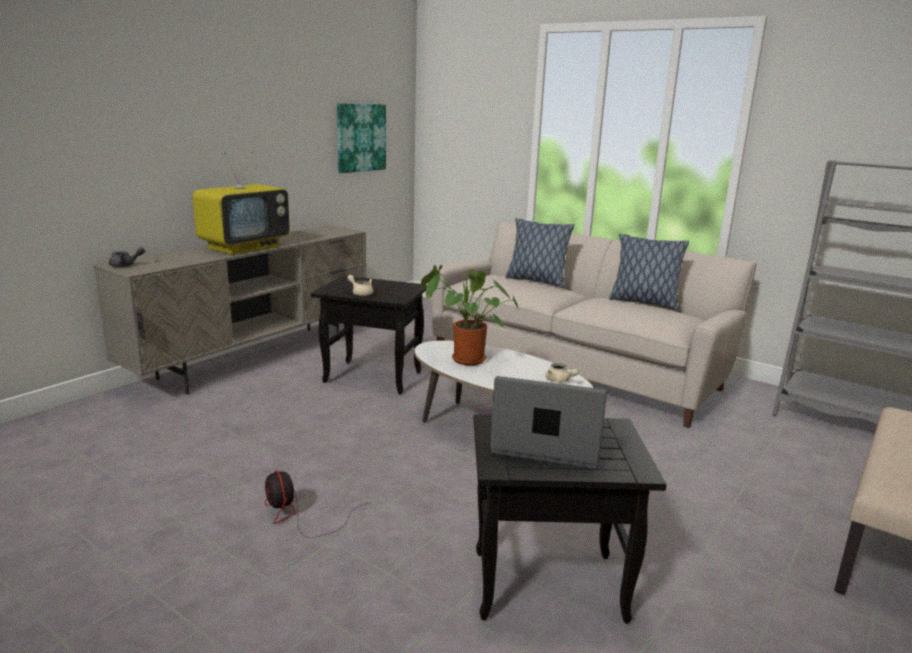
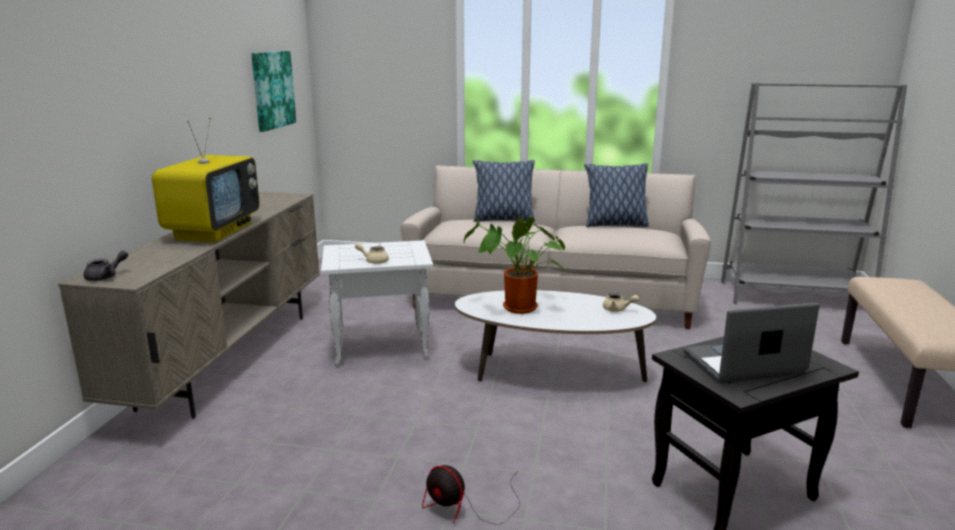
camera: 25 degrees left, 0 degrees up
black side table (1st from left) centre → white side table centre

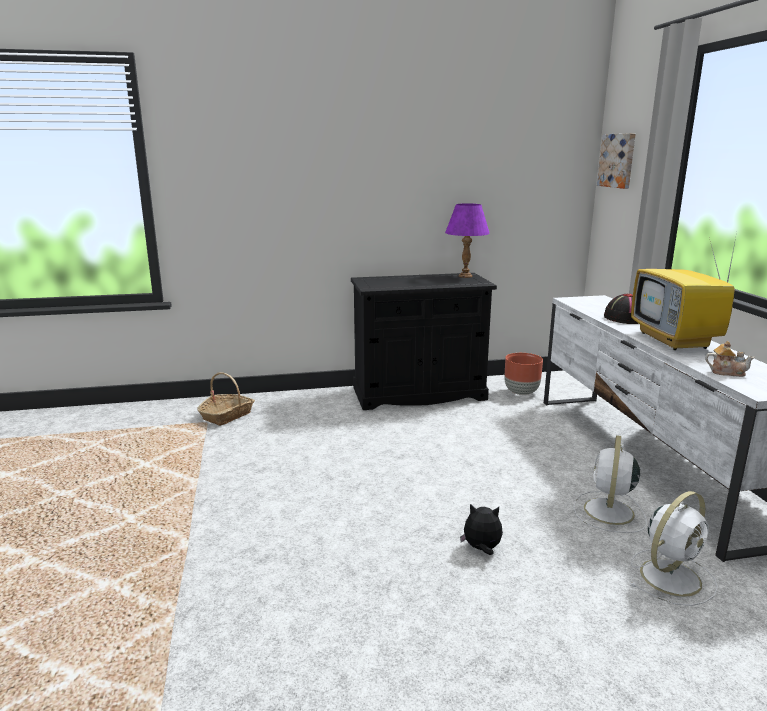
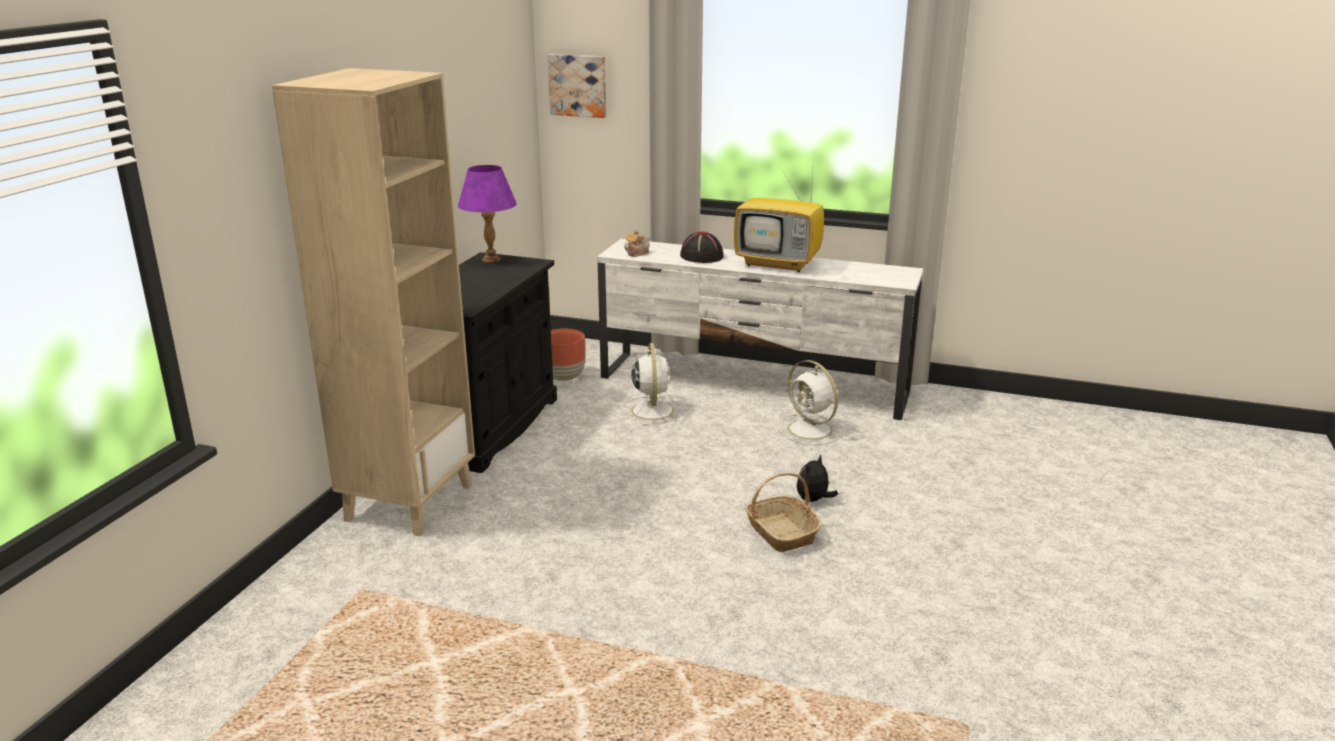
camera: 60 degrees left, 5 degrees up
- → beige bookcase middle left
basket middle left → basket bottom centre, move
white fan (2nd from left in the first image) bottom right → white fan (1st from left) centre, move
teapot middle right → teapot top centre, move

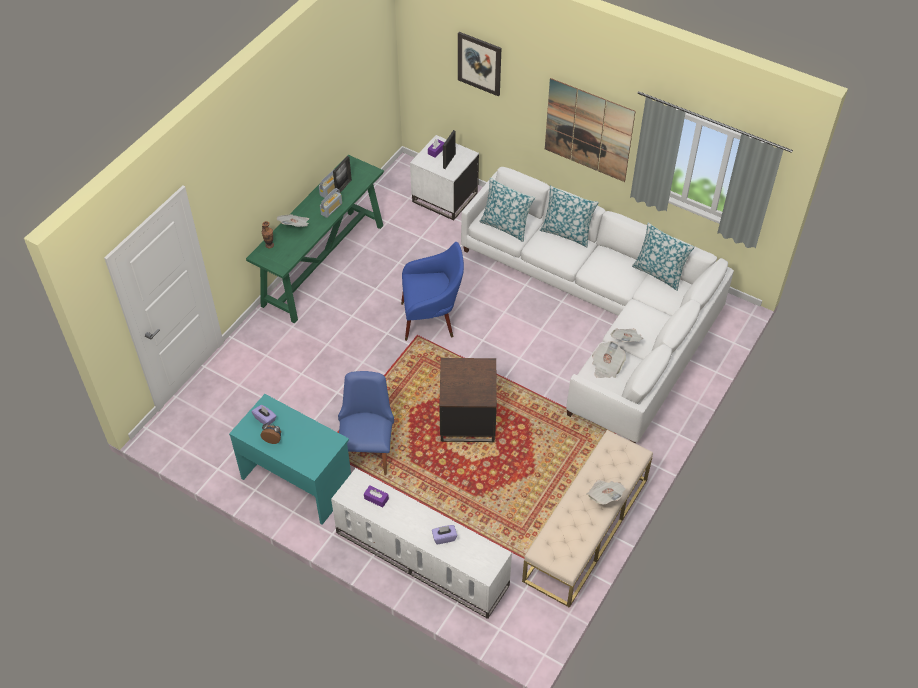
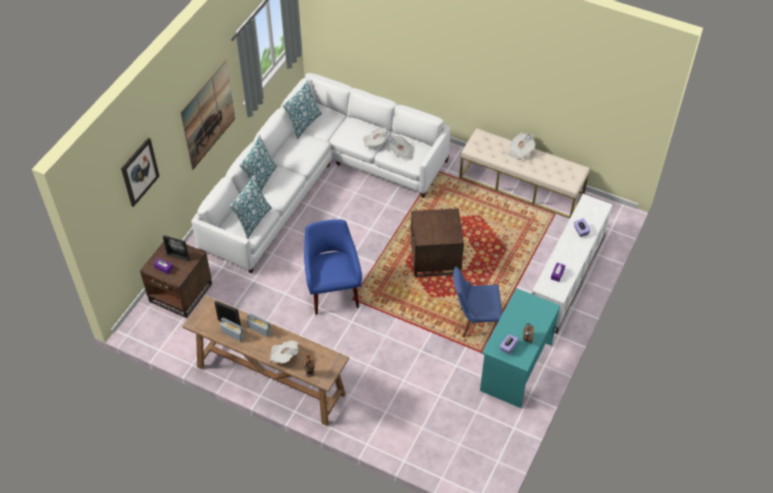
camera: 95 degrees left, 0 degrees up
green console table centre → brown console table bottom centre
white side table top centre → brown side table (1st from left) middle left

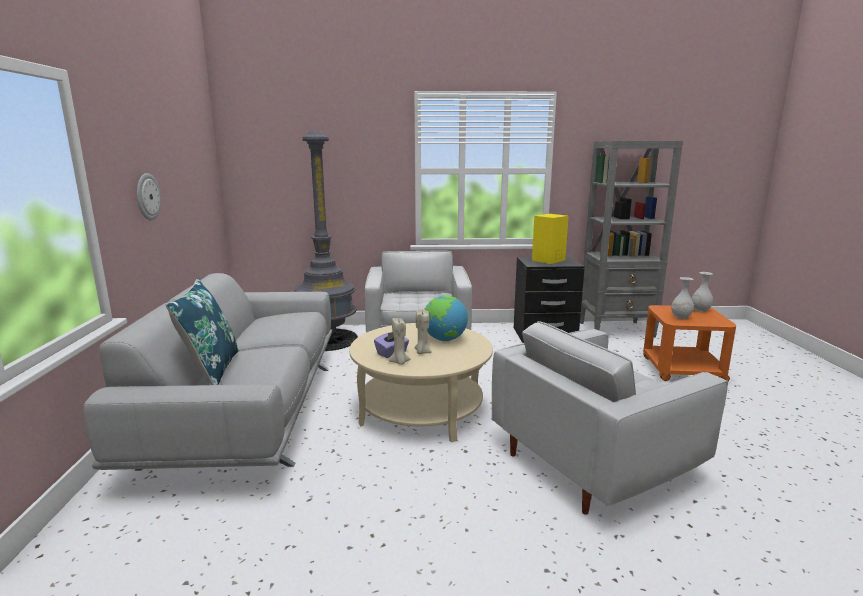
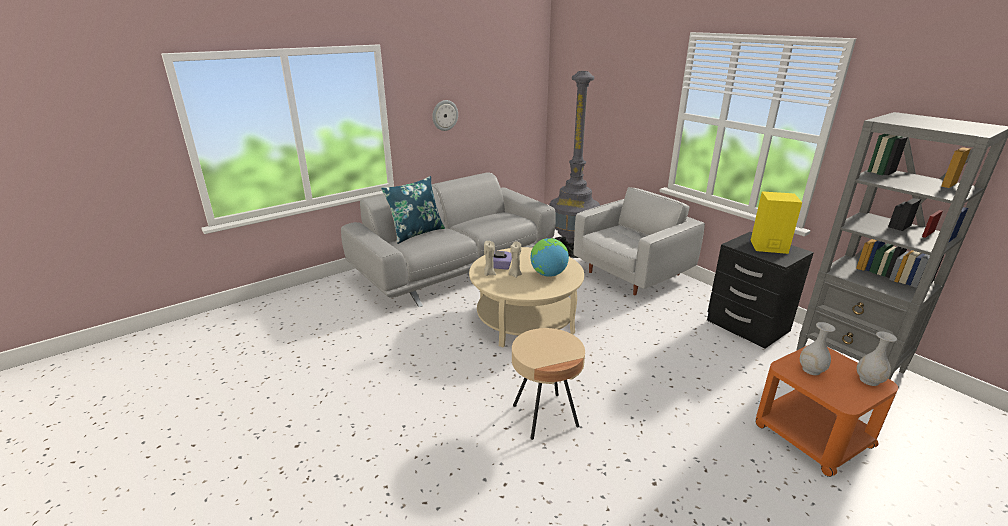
camera: 55 degrees right, 10 degrees up
white armchair (2nd from left) bottom right → beige side table bottom centre

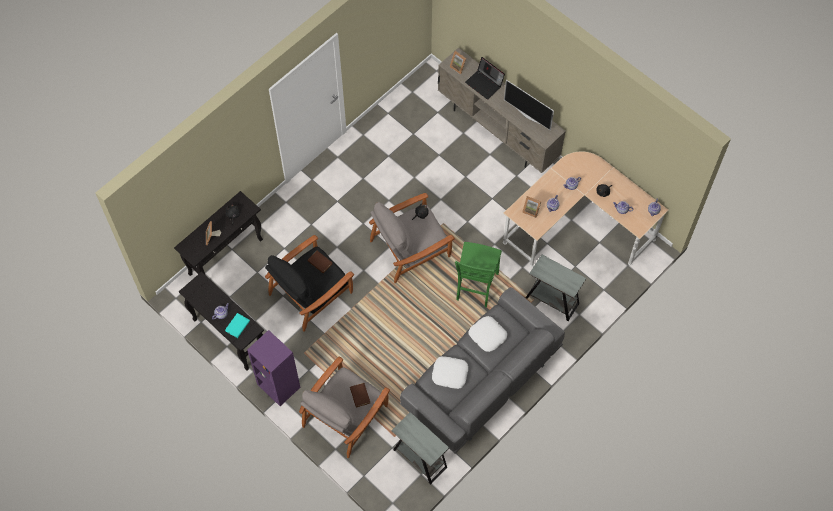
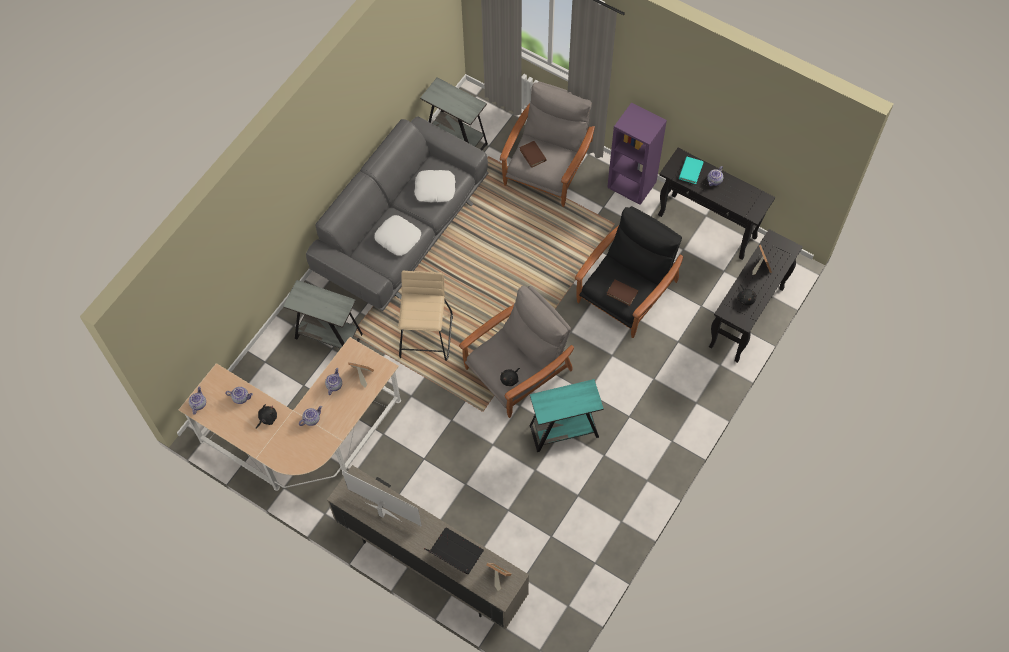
camera: 170 degrees right, 0 degrees up
- → turquoise side table centre
green chair centre → beige stool centre

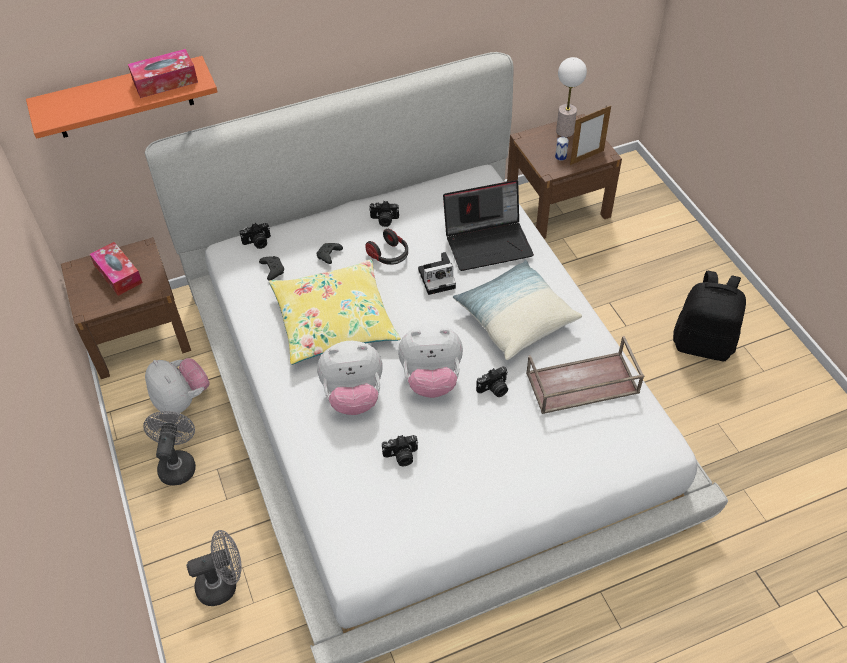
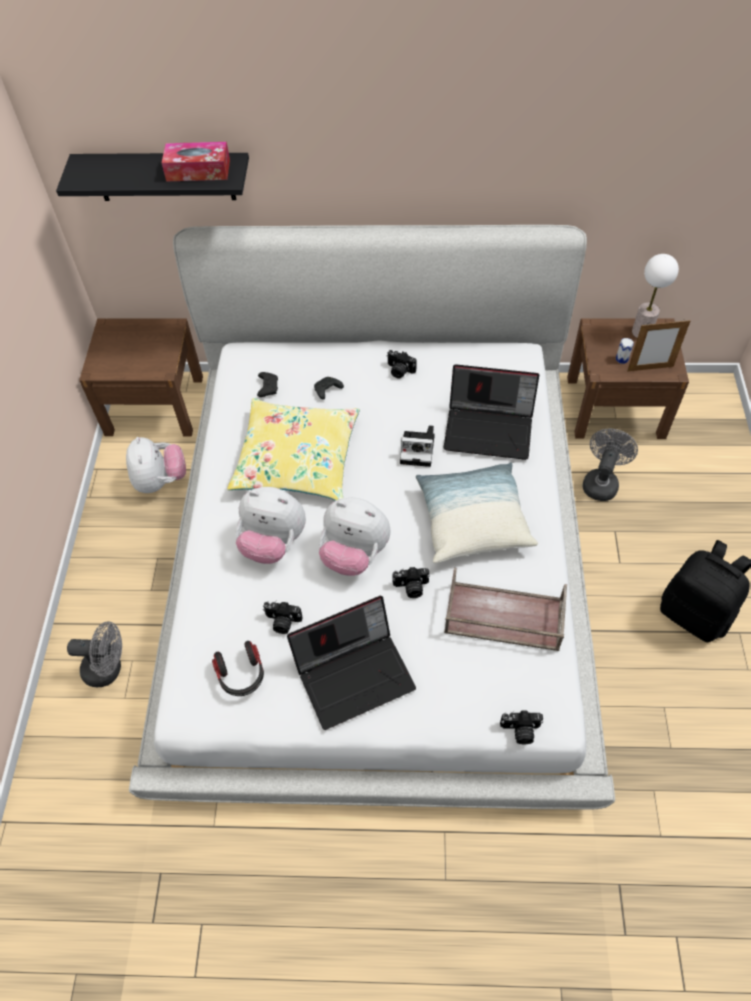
camera: 25 degrees right, 5 degrees up
tissue box (1st from left) middle left → -
- → laptop (1st from left) centre
grey fan (1st from left in the first image) bottom left → grey fan (2nd from left) middle right, move
photo camera (1st from left in the first image) middle left → photo camera (5th from left) bottom right, move
headphones centre → headphones bottom left, move
orange shelf top left → black shelf top left

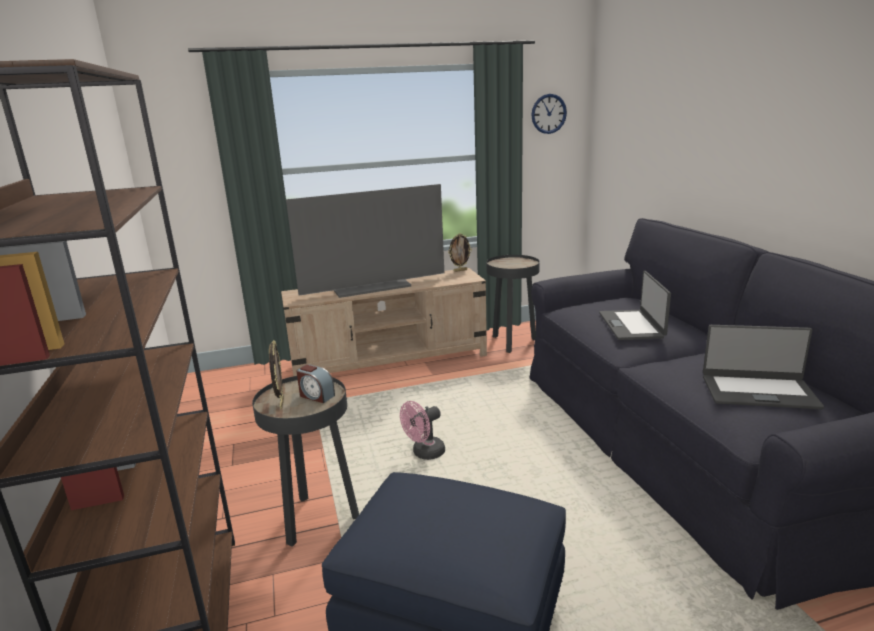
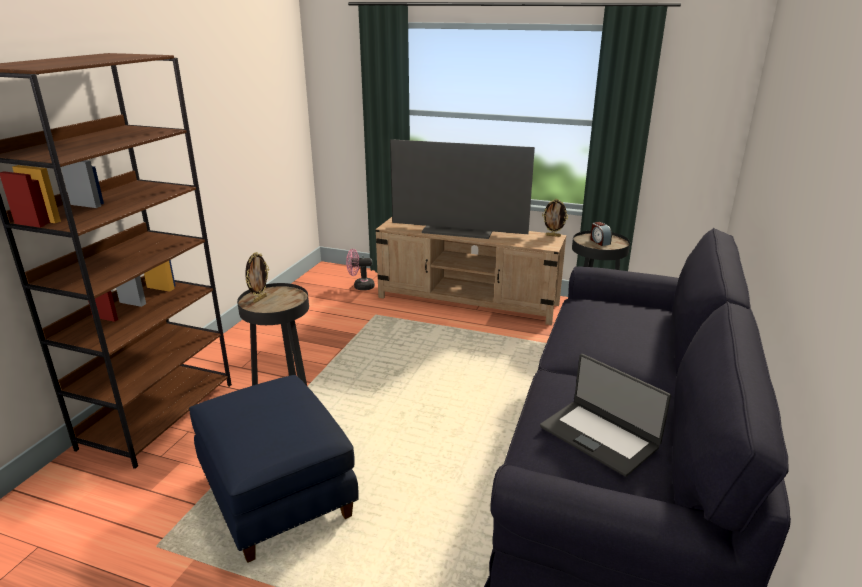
camera: 35 degrees right, 5 degrees up
wall clock top centre → -
laptop (1st from left) middle right → -
alarm clock centre → alarm clock middle right, move
pink fan bottom centre → pink fan centre, move

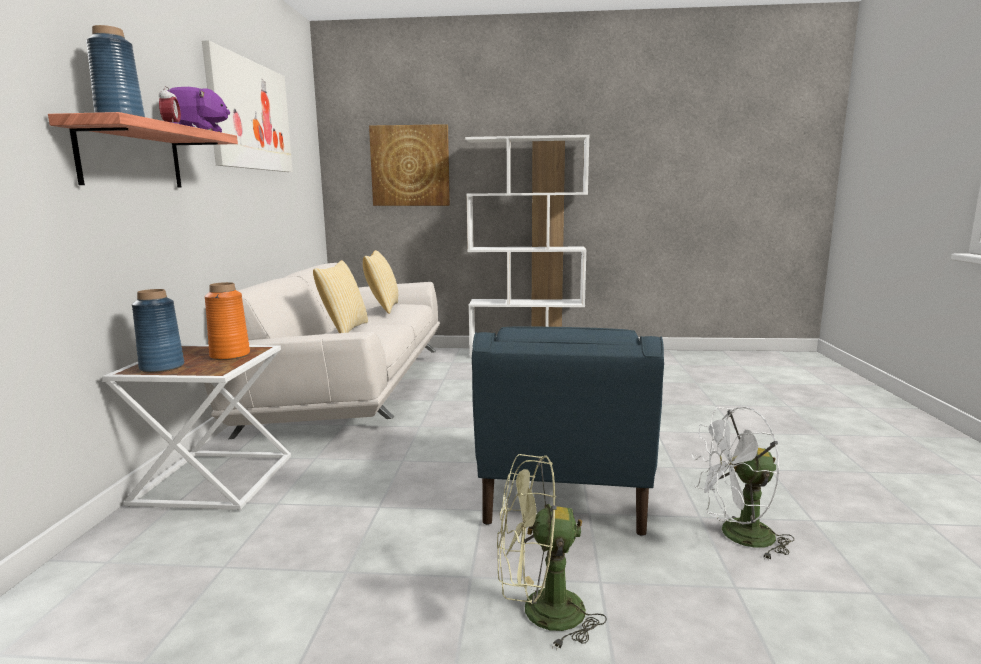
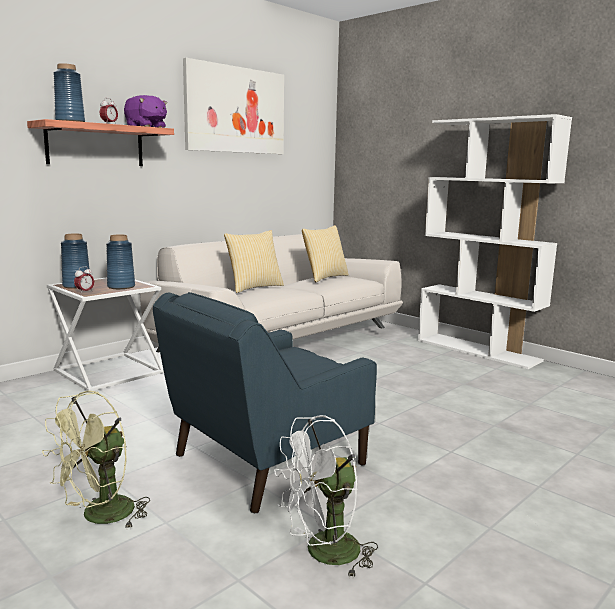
camera: 40 degrees right, 0 degrees up
picture (2nd from left) top centre → -
- → alarm clock (1st from left) middle left
orange vase middle left → blue vase (3rd from left) middle left
green fan bottom centre → green fan bottom left, 90 degrees counterclockwise
white fan bottom right → white fan bottom centre, 60 degrees counterclockwise

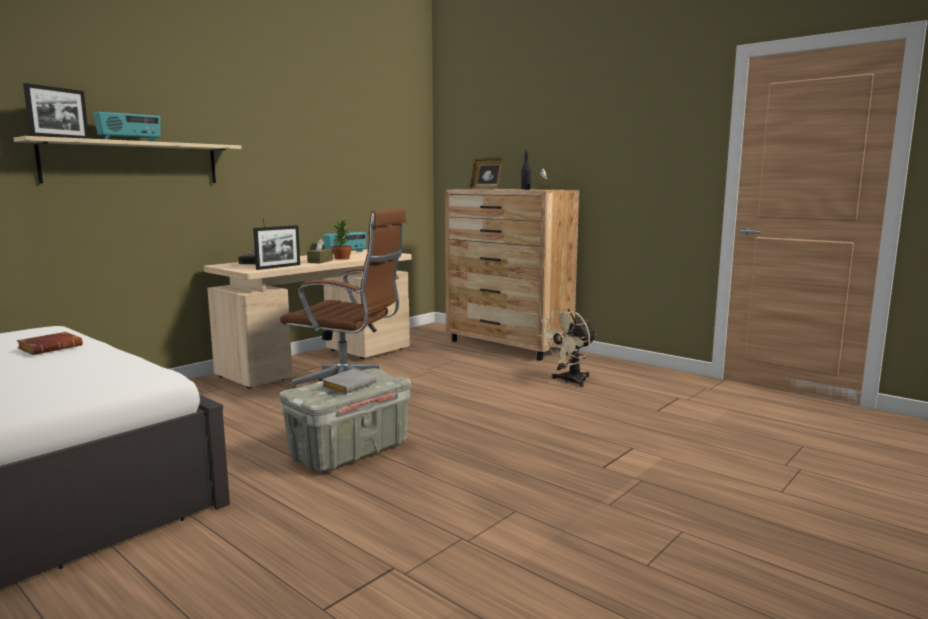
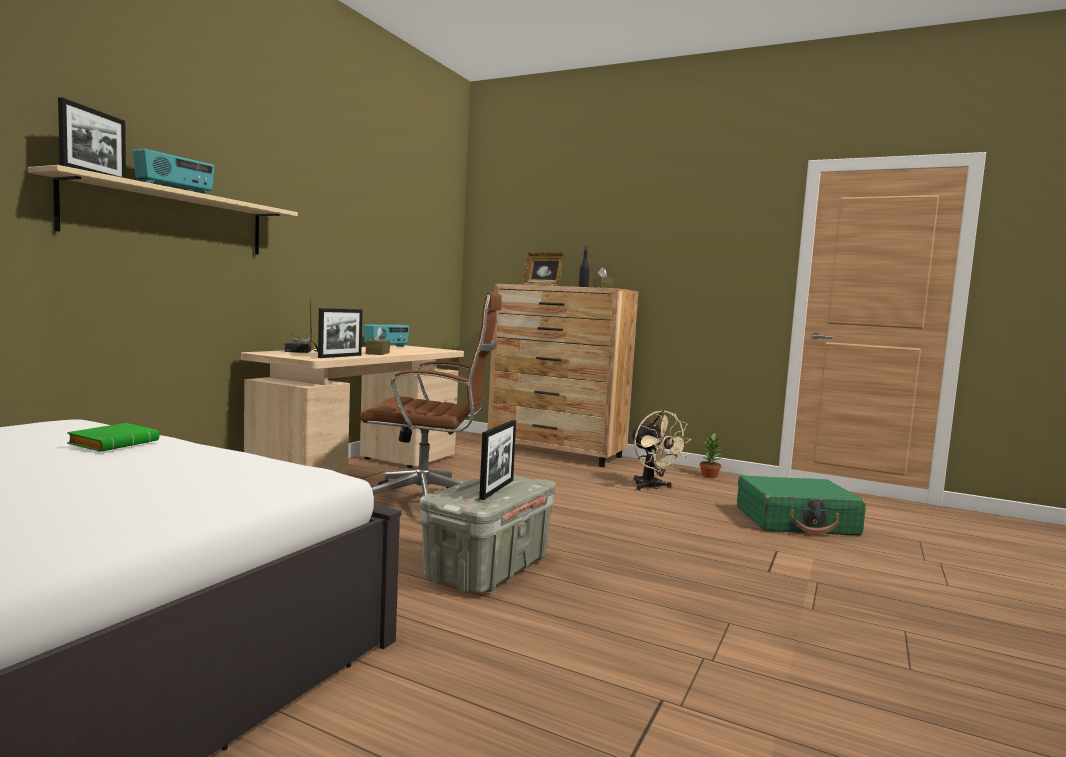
camera: 15 degrees left, 5 degrees down
- → green suitcase bottom right
potted plant centre → potted plant middle right, move
grey book centre → picture frame (3rd from left) centre
brown book middle left → green book middle left
beige fan centre, 60 degrees counterclockwise

